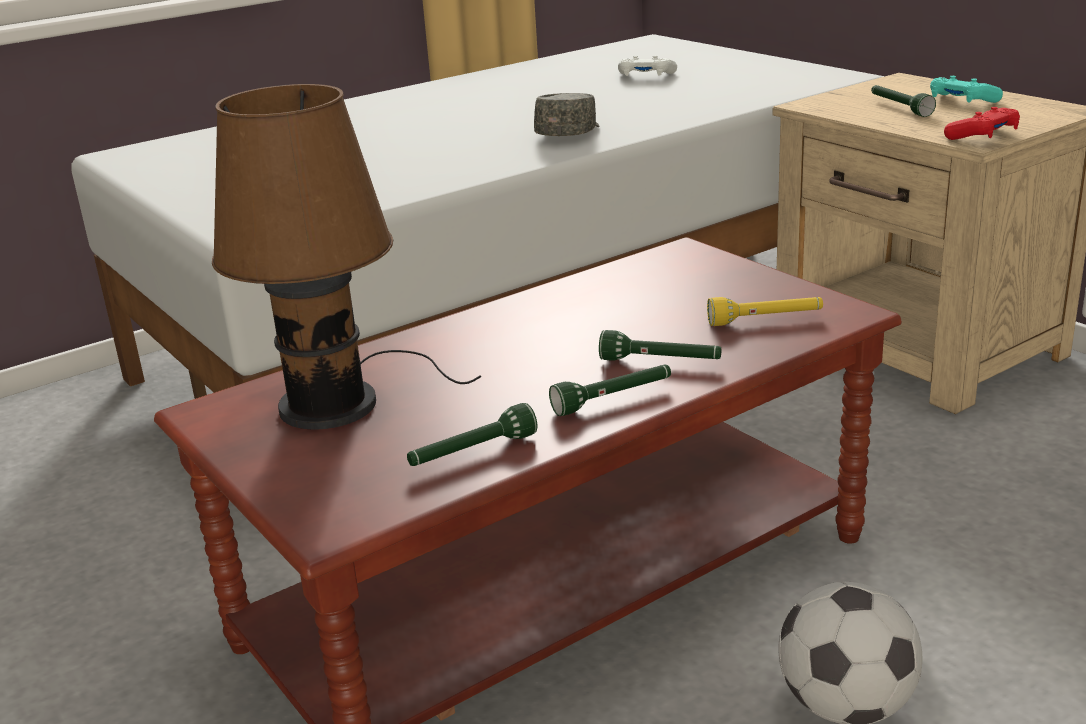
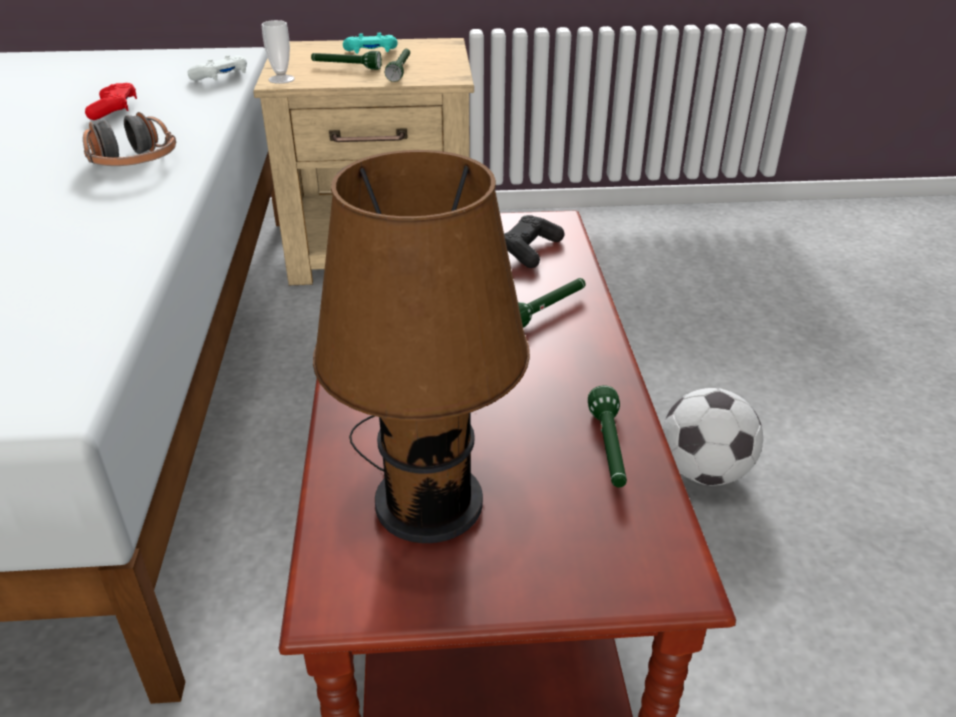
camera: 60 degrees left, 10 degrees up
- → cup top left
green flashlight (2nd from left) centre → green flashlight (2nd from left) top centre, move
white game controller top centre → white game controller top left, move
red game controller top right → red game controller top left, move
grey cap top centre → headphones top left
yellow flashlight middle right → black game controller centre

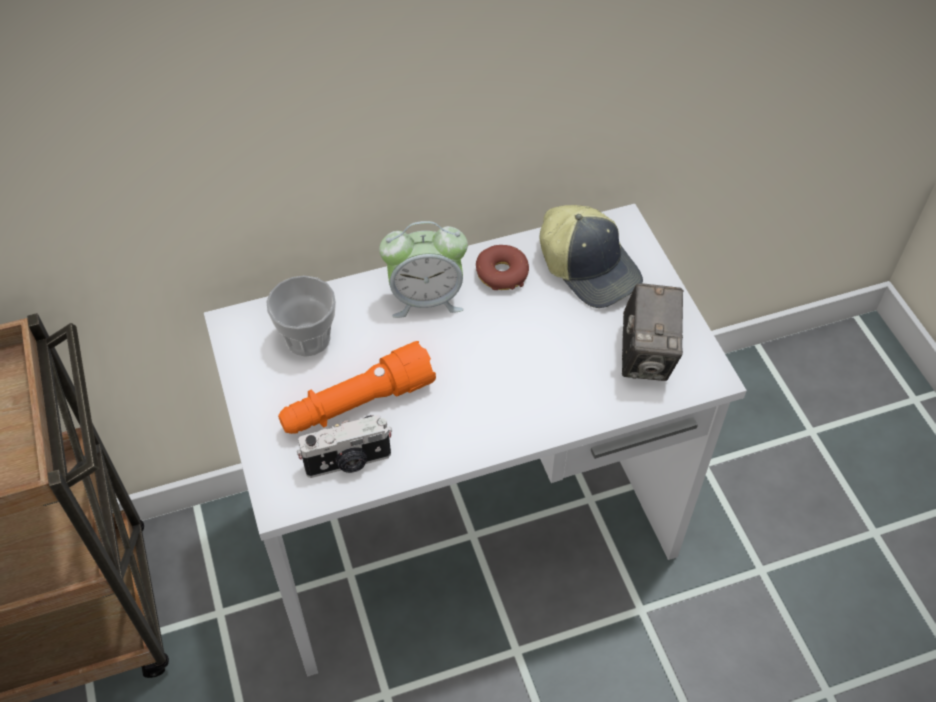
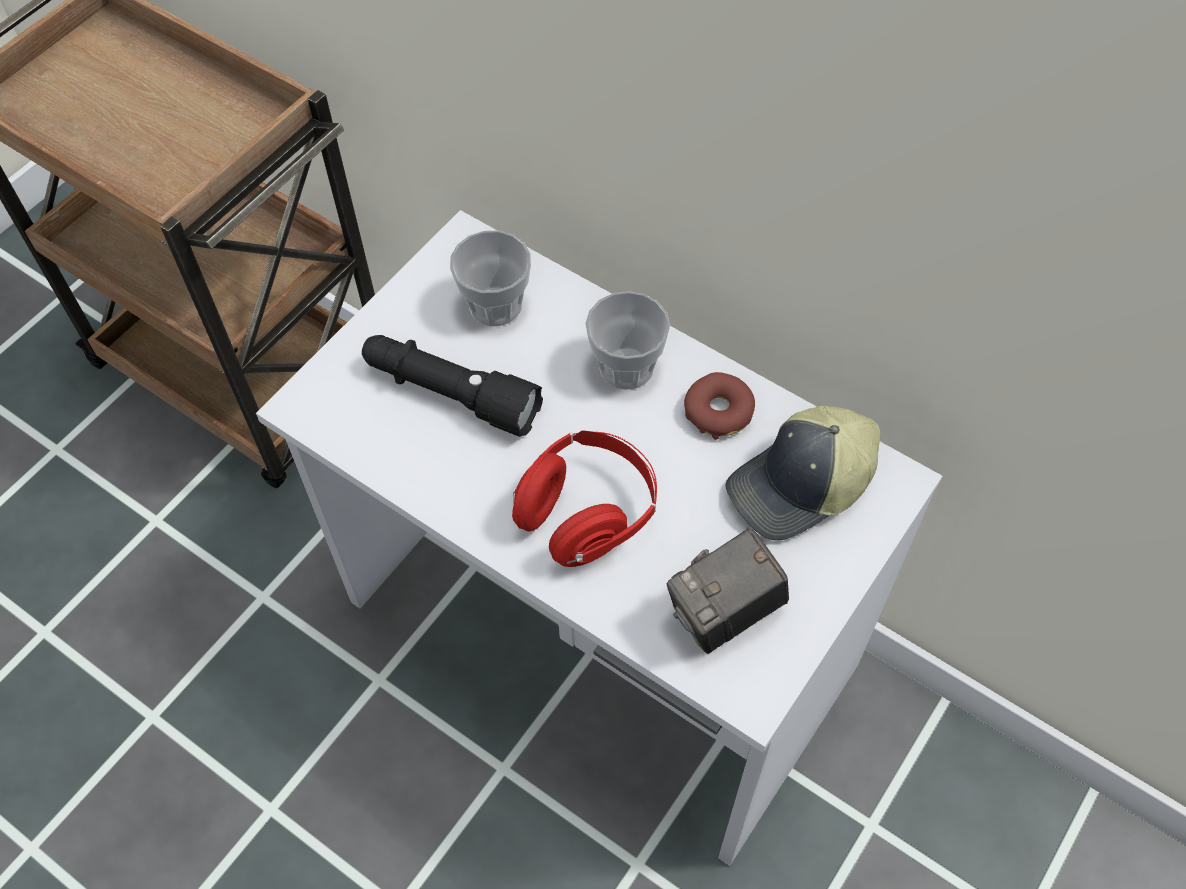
camera: 55 degrees right, 5 degrees up
photo camera (1st from left) centre → -
- → red headphones centre
alarm clock centre → cup (2nd from left) centre
orange flashlight centre → black flashlight centre
cap centre → cap middle right, 45 degrees clockwise

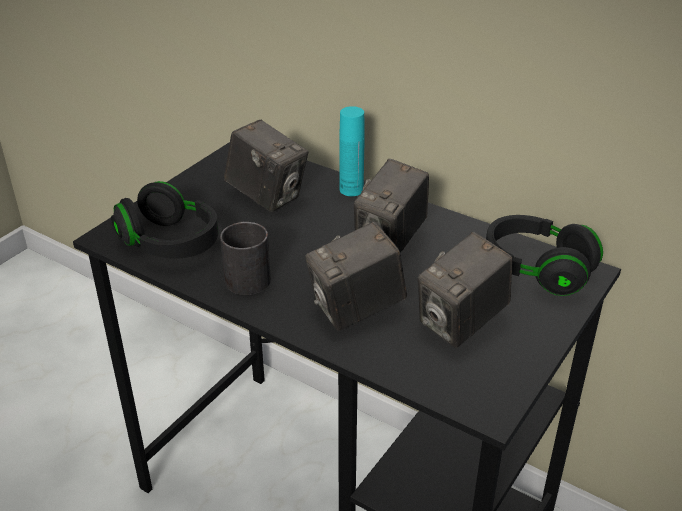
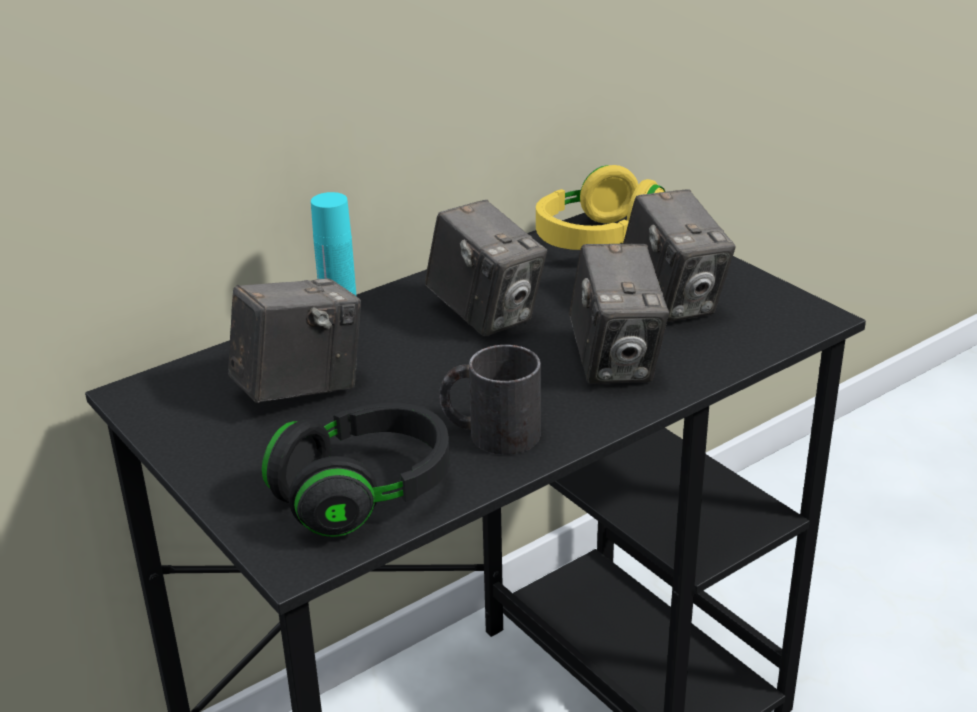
camera: 70 degrees left, 5 degrees down
black headphones (2nd from left) middle right → yellow headphones top centre

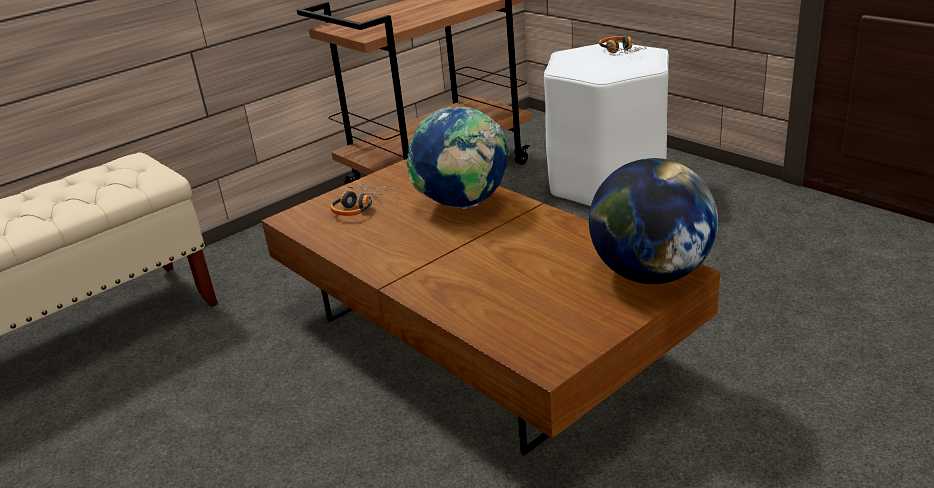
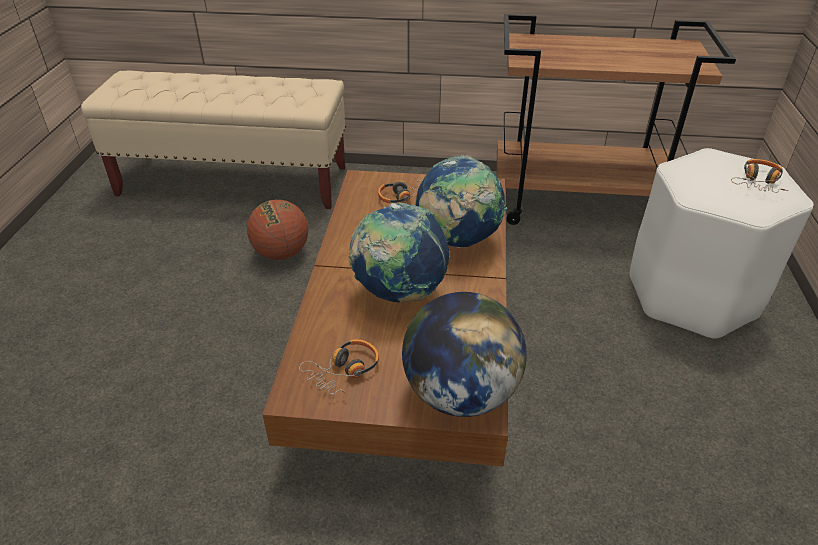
camera: 45 degrees right, 10 degrees up
- → basketball centre
- → headphones (1st from left) bottom centre
- → globe (1st from left) centre

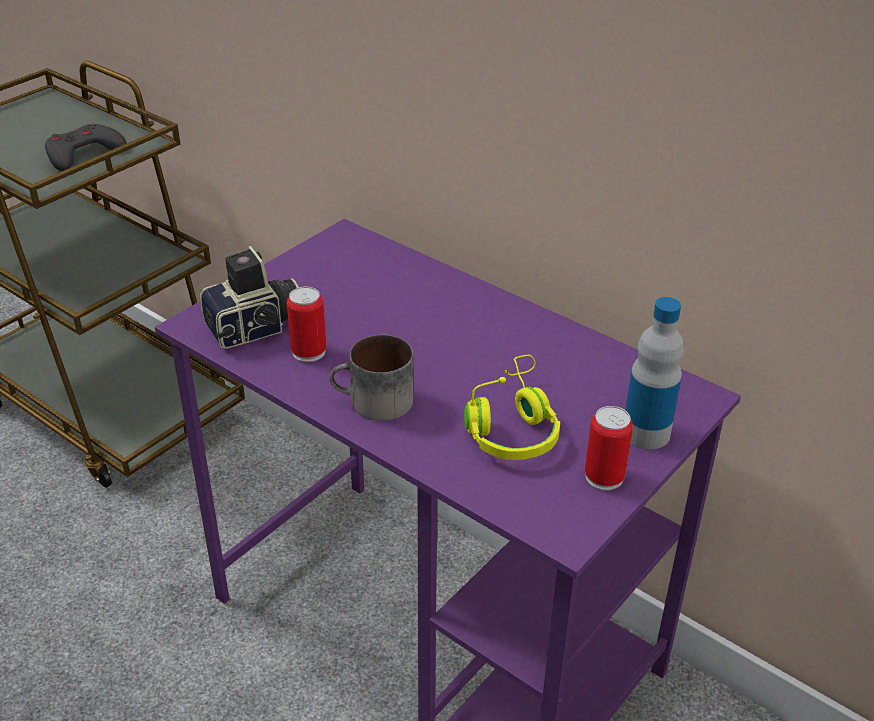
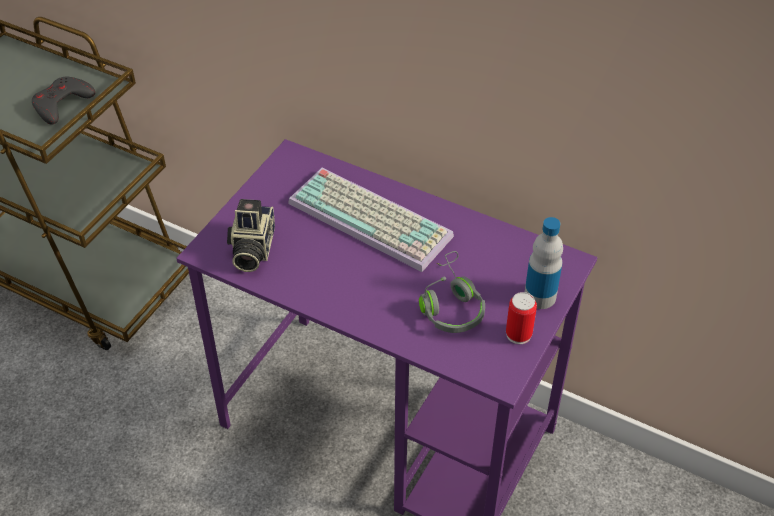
camera: 10 degrees left, 10 degrees up
can (1st from left) centre → -
mug centre → -
- → keyboard centre
yellow headphones centre → grey headphones centre
photo camera middle left, 135 degrees clockwise

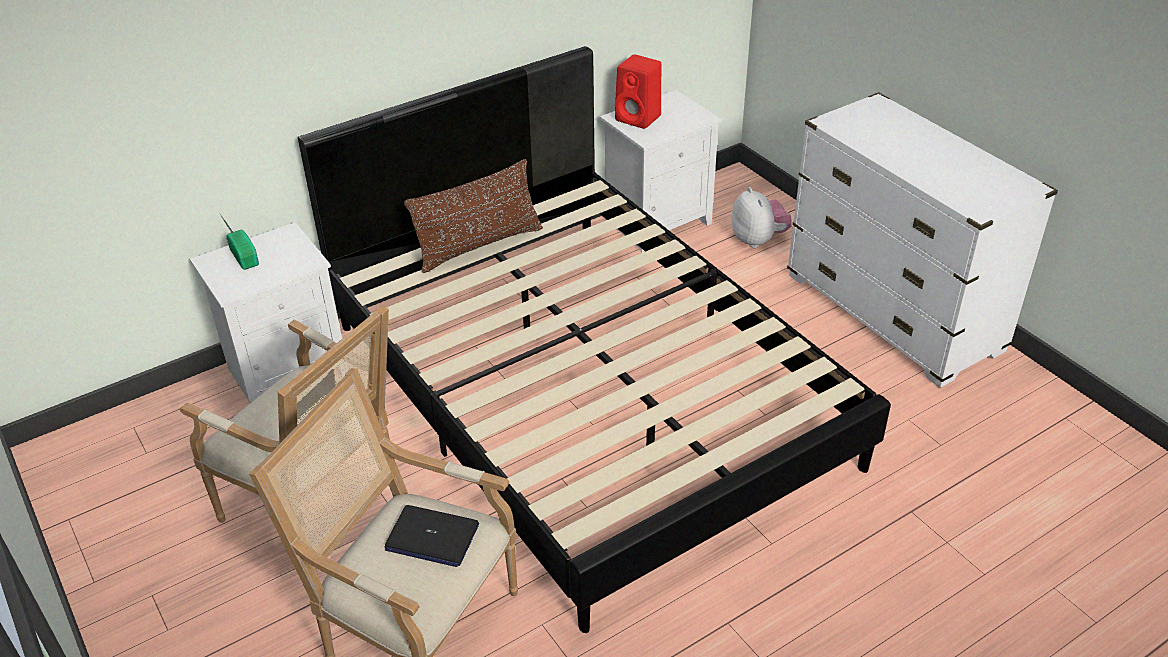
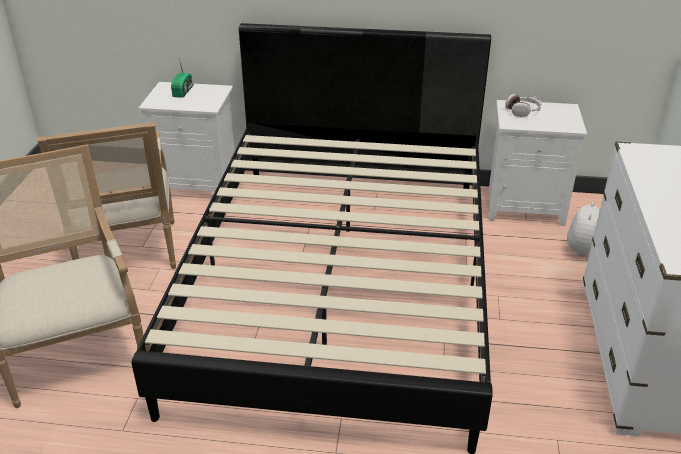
camera: 40 degrees right, 5 degrees down
laptop bottom centre → -
brown pillow top centre → -
red speaker top centre → headphones top right

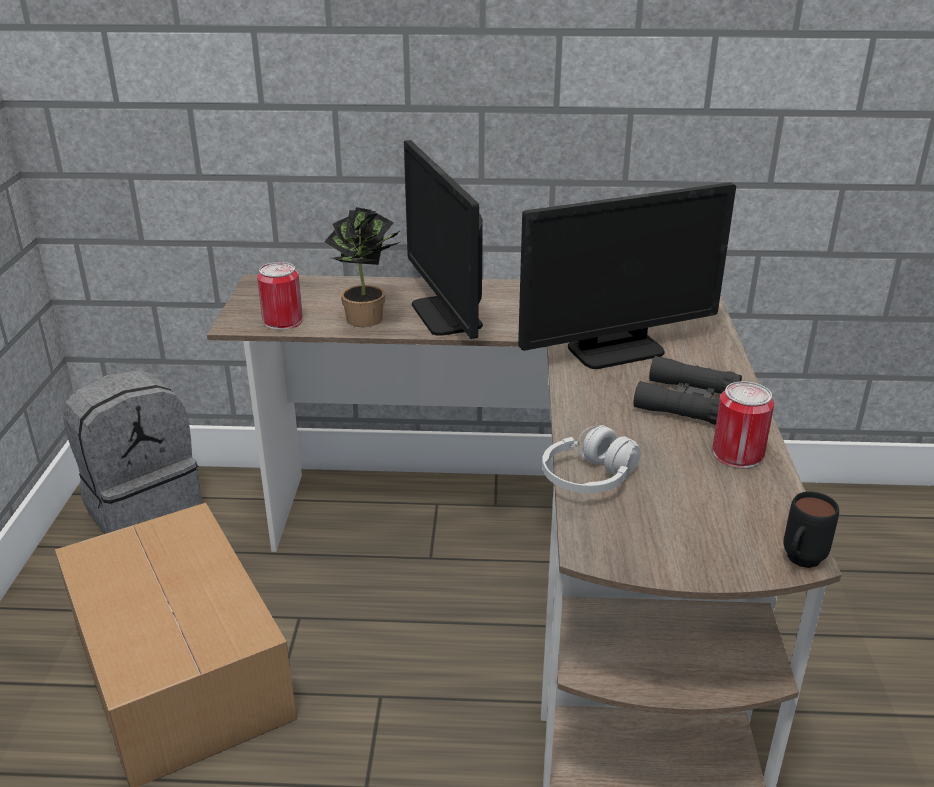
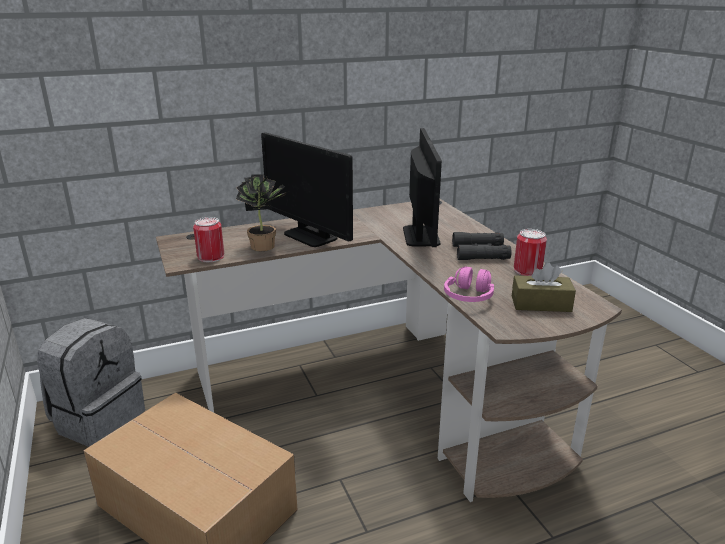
camera: 25 degrees left, 5 degrees down
black mug bottom right → -
- → brown tissue box middle right
white headphones centre → pink headphones centre
monitor (2nd from left) middle right → monitor (2nd from left) centre, 45 degrees counterclockwise

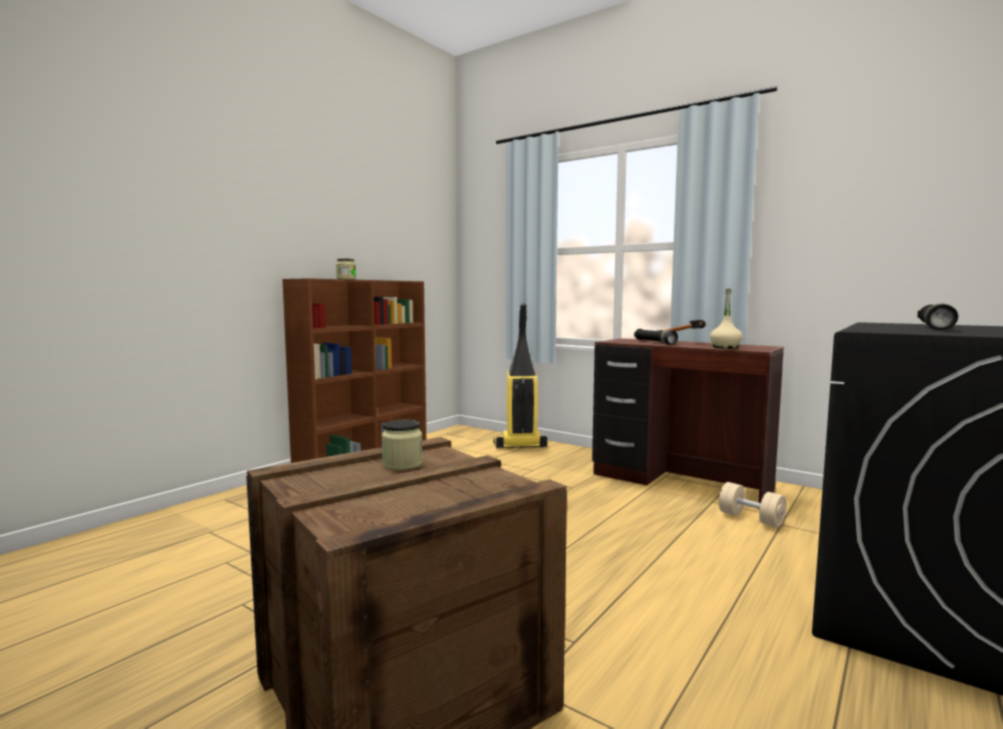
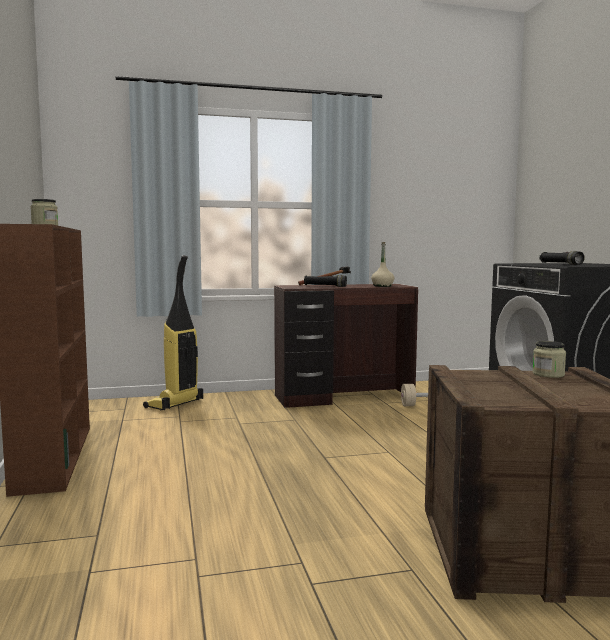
camera: 50 degrees left, 0 degrees up
jar (2nd from left) centre → jar (2nd from left) middle right, move

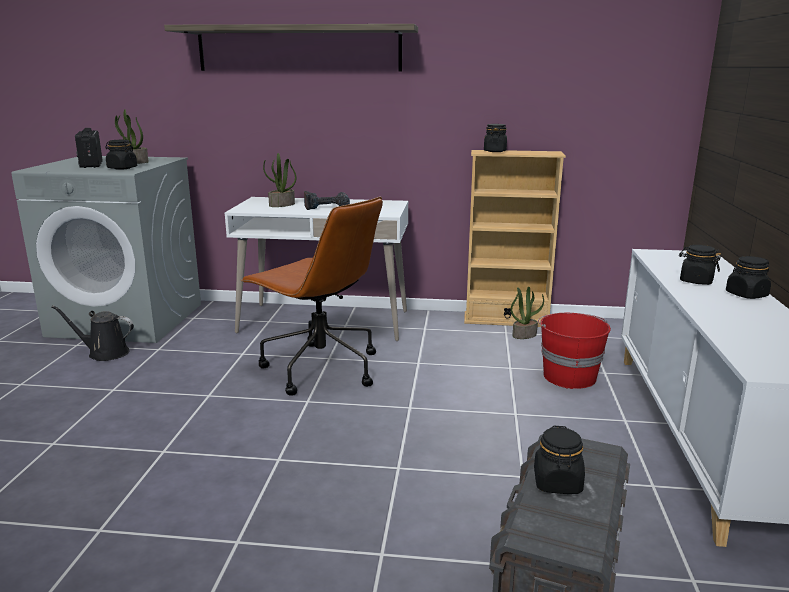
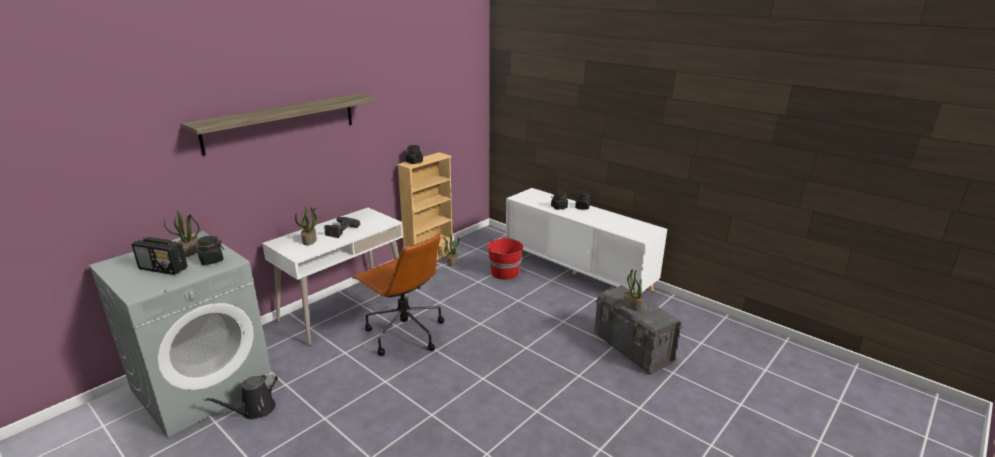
camera: 55 degrees left, 5 degrees up
black jar (3rd from left) bottom right → potted plant (4th from left) centre
brown office chair centre, 60 degrees clockwise

